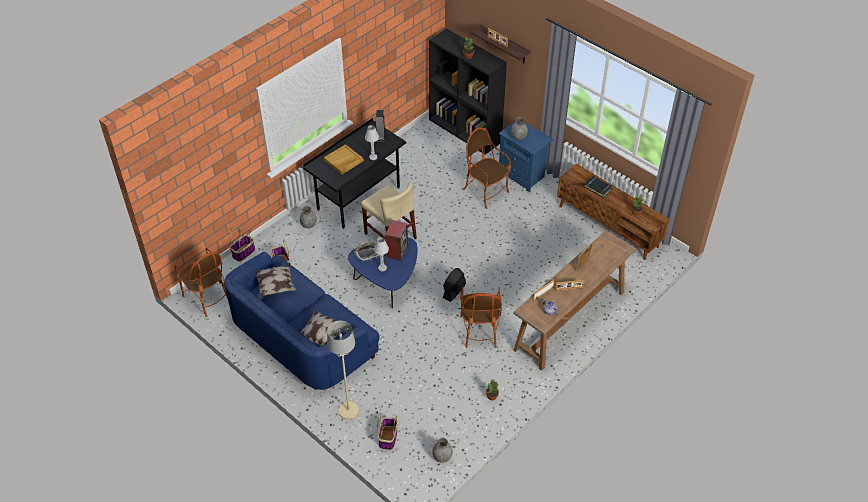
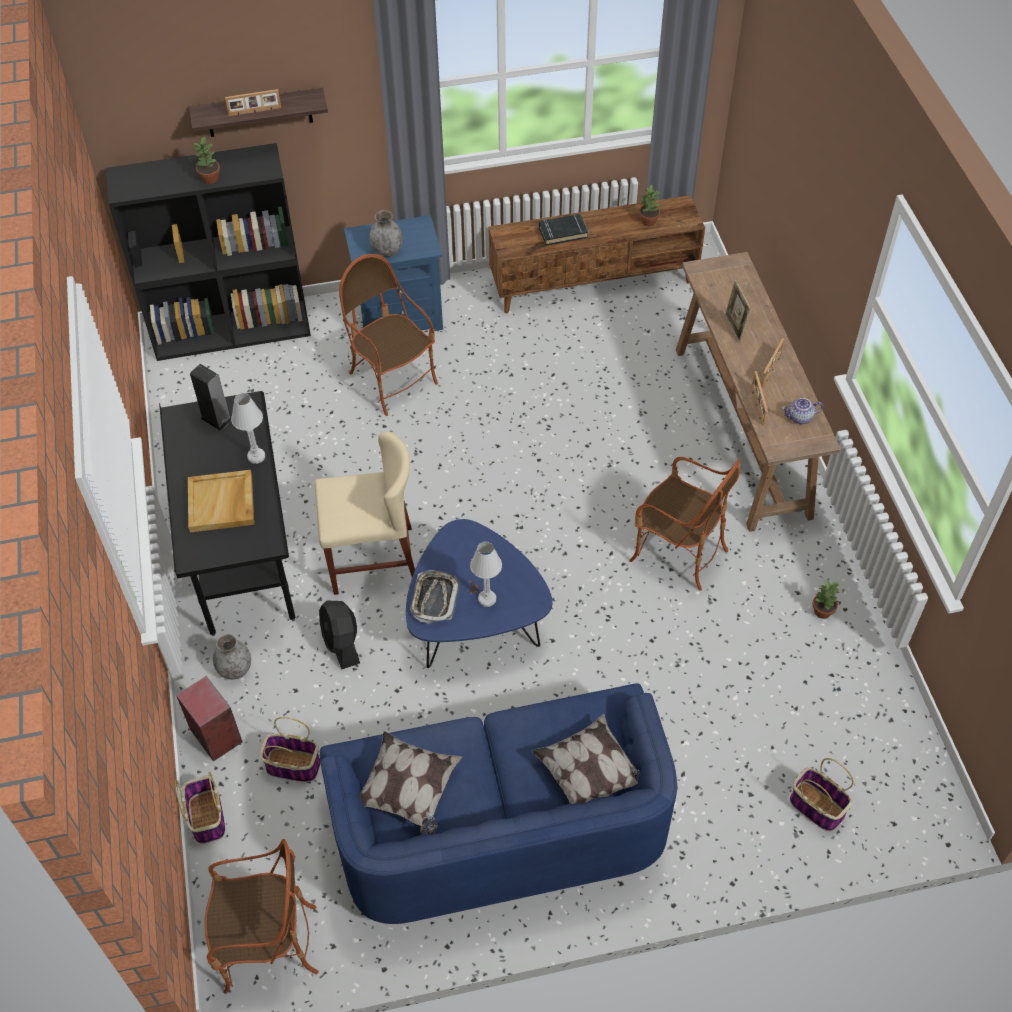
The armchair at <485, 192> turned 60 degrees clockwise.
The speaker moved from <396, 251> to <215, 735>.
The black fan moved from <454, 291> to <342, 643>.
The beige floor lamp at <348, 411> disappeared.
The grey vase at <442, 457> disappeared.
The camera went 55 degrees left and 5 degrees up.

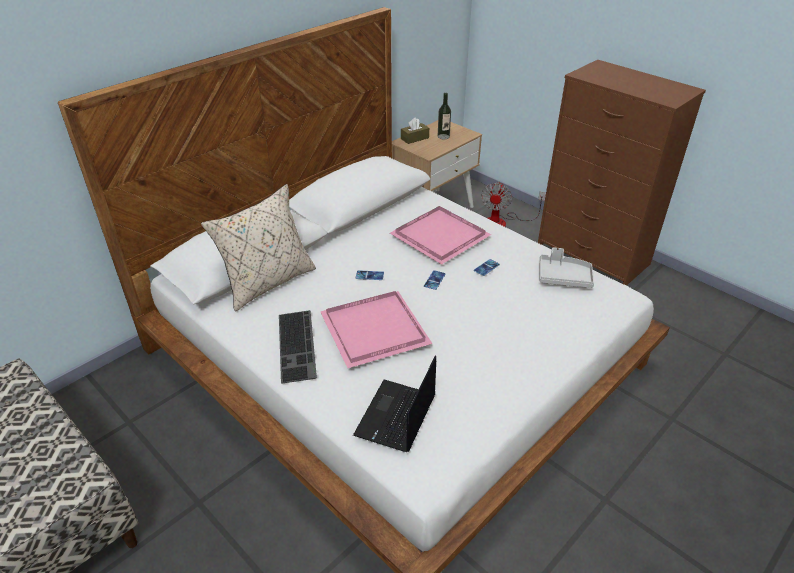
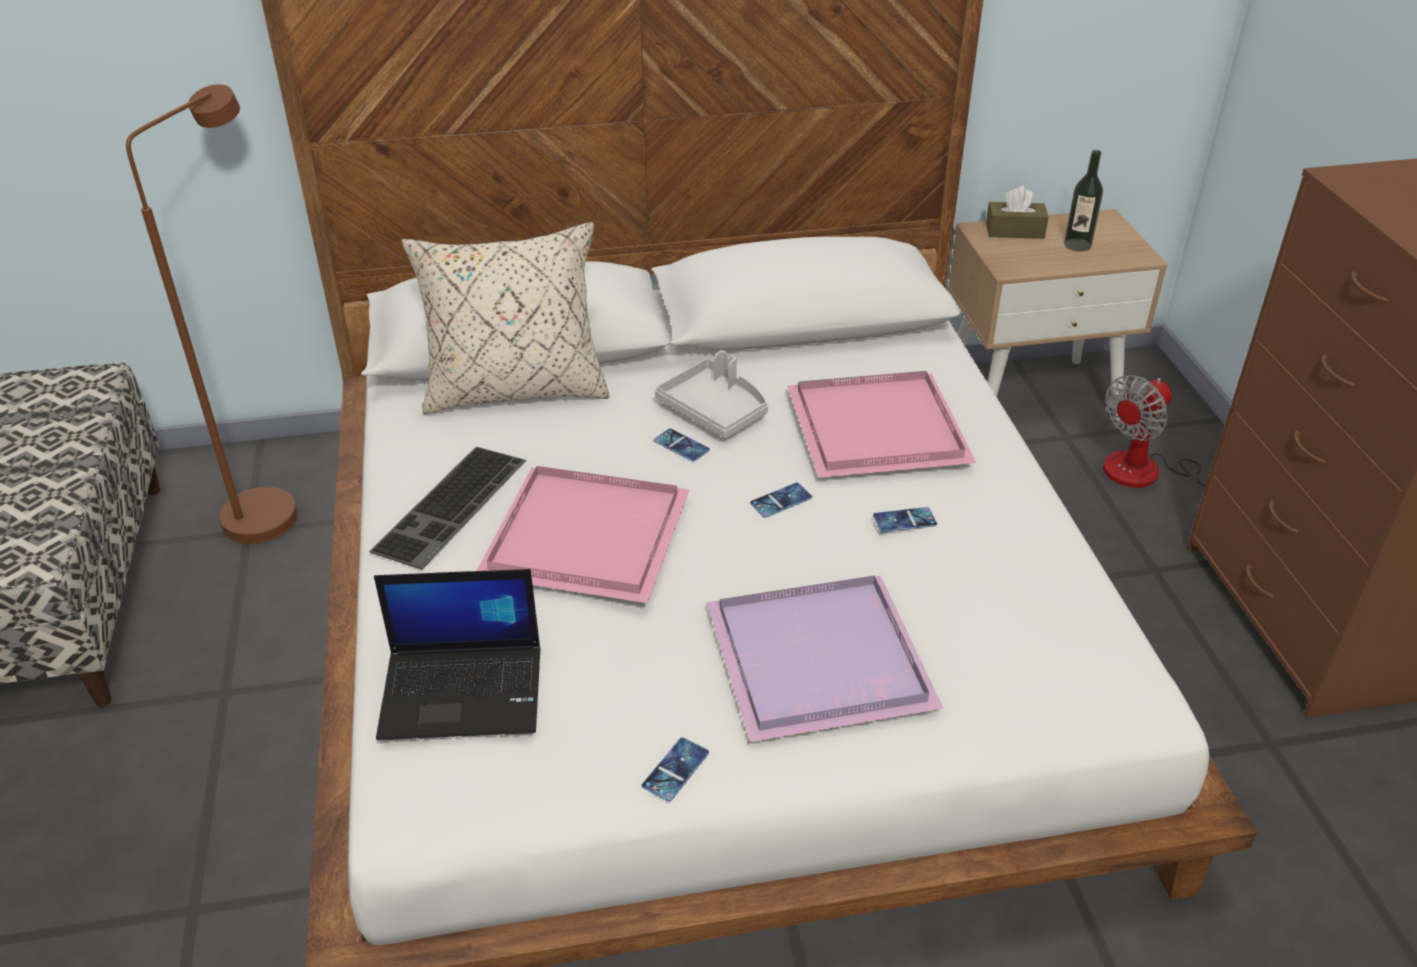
The grey tray moved from <564, 277> to <715, 410>.
The laptop at <396, 417> turned 150 degrees counterclockwise.
The brown floor lamp at <272, 506> appeared.
The purple tray at <816, 663> appeared.
The phone at <675, 769> appeared.
The camera went 35 degrees right and 0 degrees up.

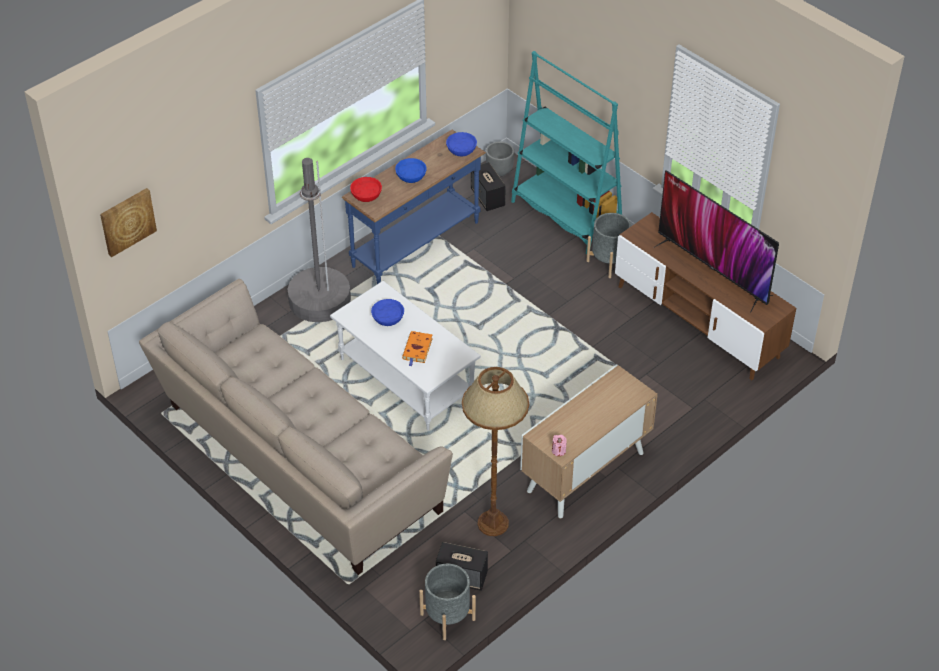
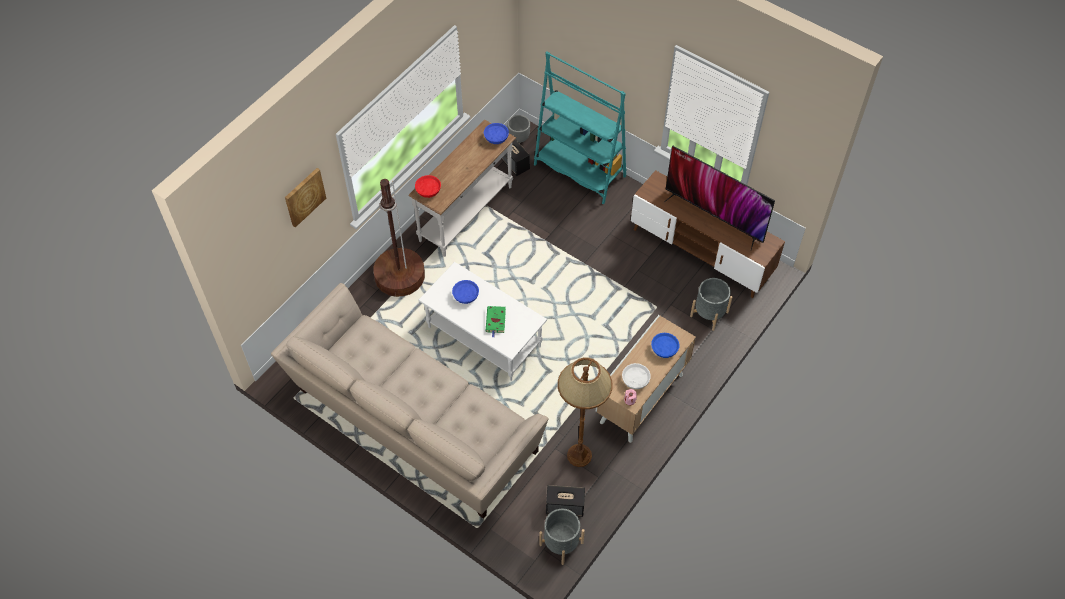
The blue console table at <417, 245> became the white console table at <467, 214>.
The grey floor lamp at <319, 300> became the brown floor lamp at <399, 276>.
The blue bowl moved from <410, 176> to <664, 349>.
The picture moved from <127, 221> to <304, 196>.
The grey planter moved from <609, 262> to <709, 314>.
The orange book at <417, 350> became the green book at <496, 321>.
The white bowl at <635, 379> appeared.
The camera went 10 degrees left and 10 degrees up.

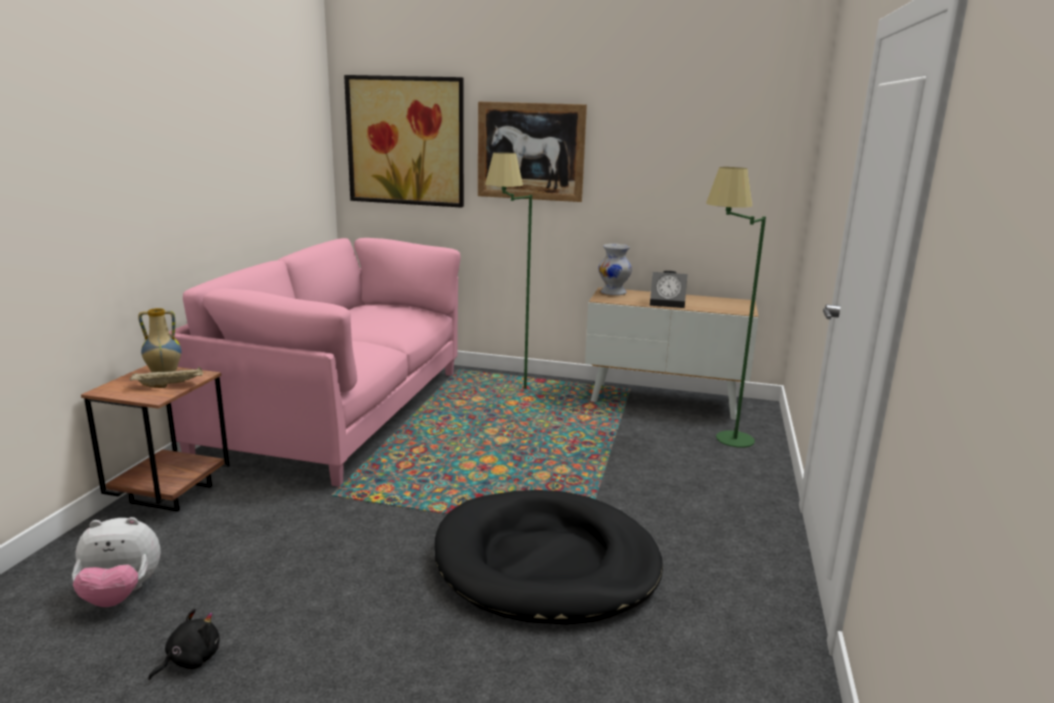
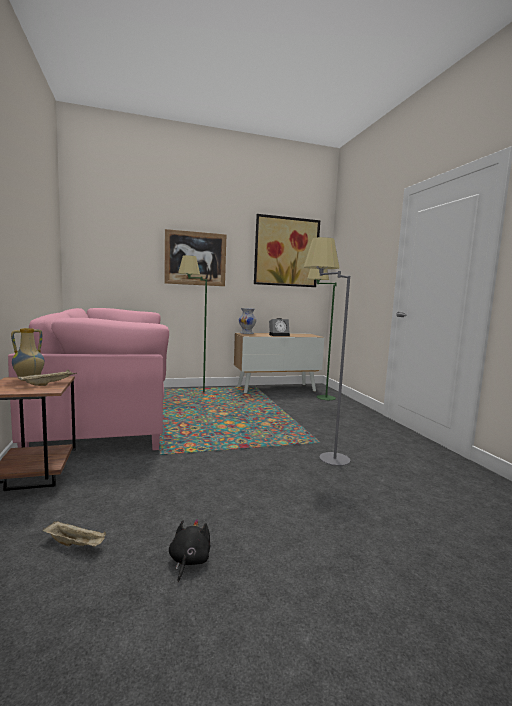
The picture moved from <406, 141> to <286, 252>.
The black dog bed at <546, 563> was replaced by the grey floor lamp at <320, 456>.
The plush toy at <121, 595> was replaced by the beige tray at <76, 544>.
The camera went 30 degrees left and 10 degrees down.

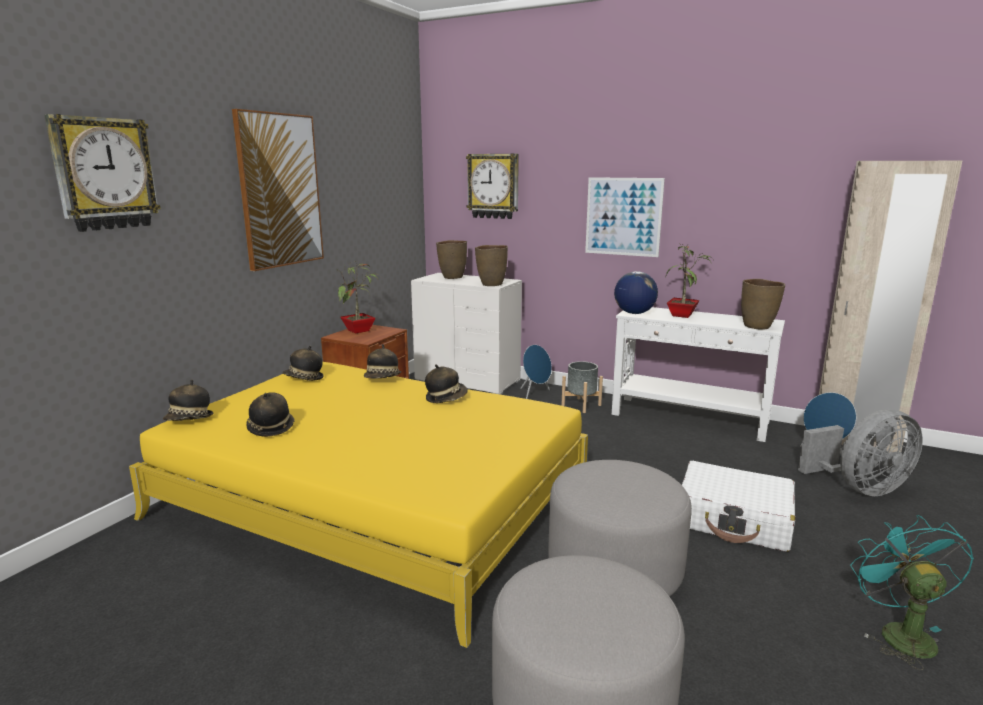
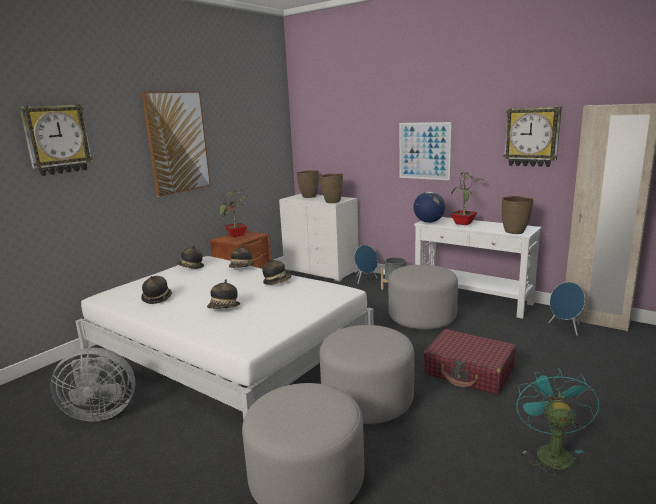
The wall clock moved from <493, 186> to <532, 137>.
The yellow bed at <374, 499> became the white bed at <227, 348>.
The hat moved from <189, 420> to <224, 308>.
The grey fan moved from <860, 488> to <100, 412>.
The white suitcase at <734, 520> became the red suitcase at <469, 372>.
The grey ottoman at <422, 317> appeared.
The camera went 10 degrees right and 0 degrees up.

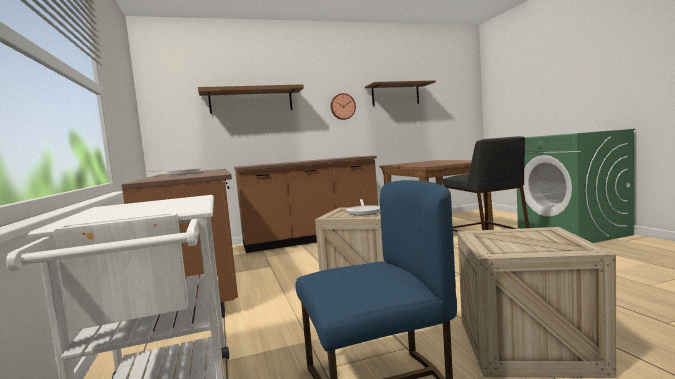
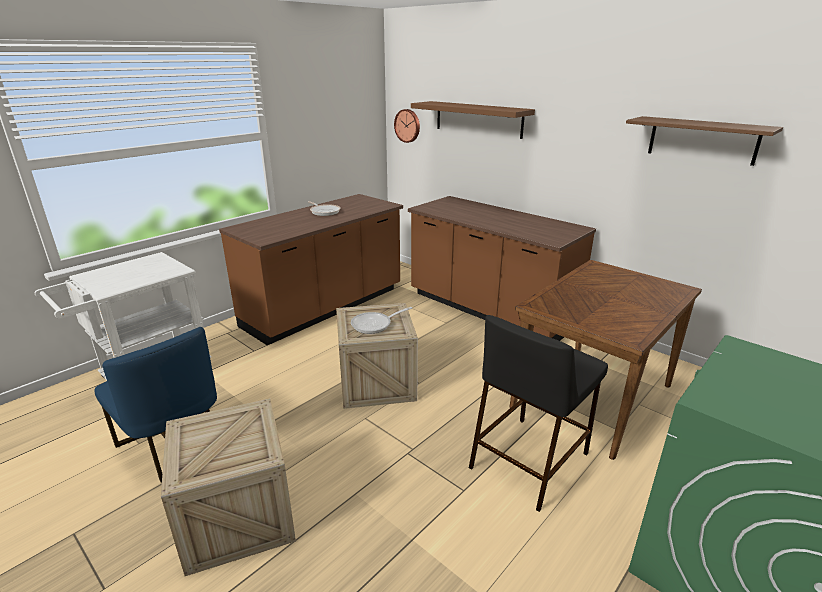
The wall clock moved from <342, 106> to <408, 125>.
The camera went 60 degrees right and 20 degrees up.

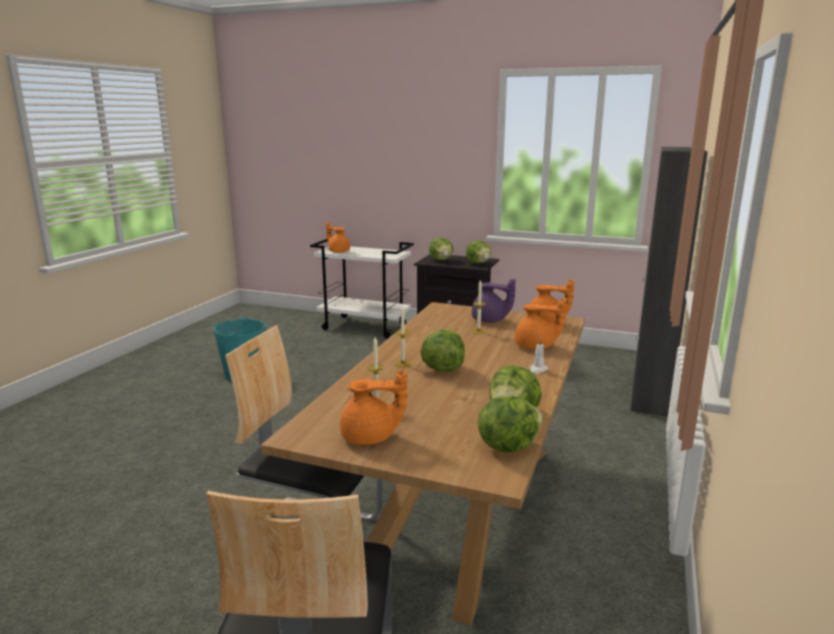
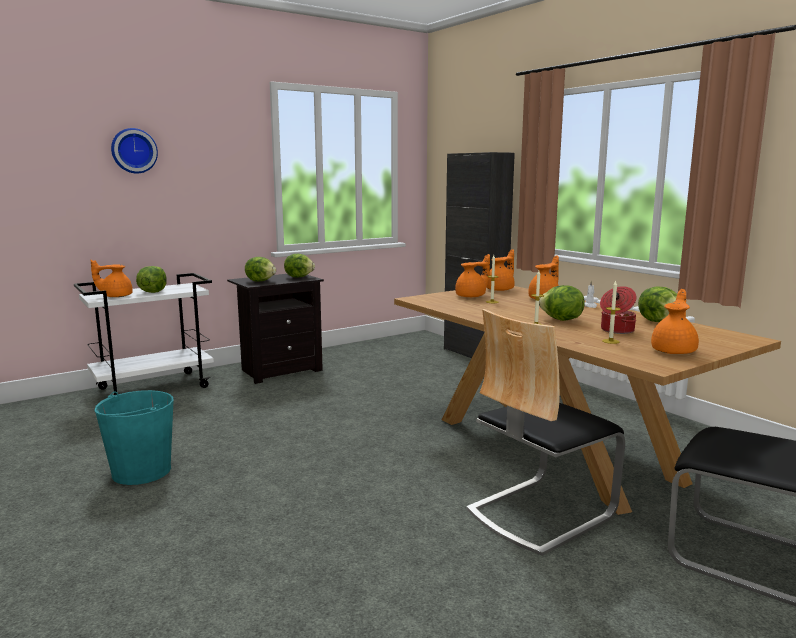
The purple teapot at <490, 320> became the orange teapot at <472, 296>.
The lettuce moved from <507, 445> to <152, 292>.
The wall clock at <133, 151> appeared.
The cooking pot at <616, 330> appeared.
The camera went 55 degrees left and 5 degrees down.

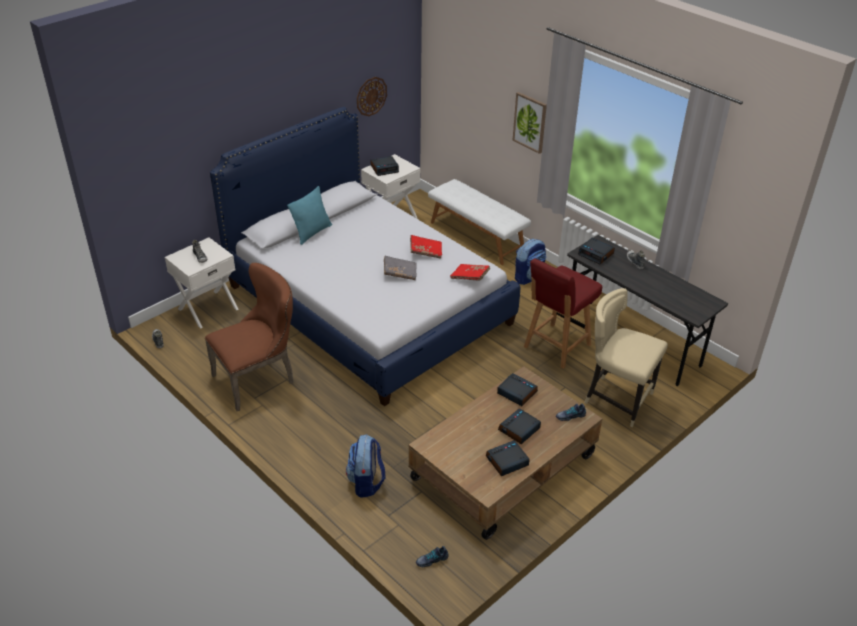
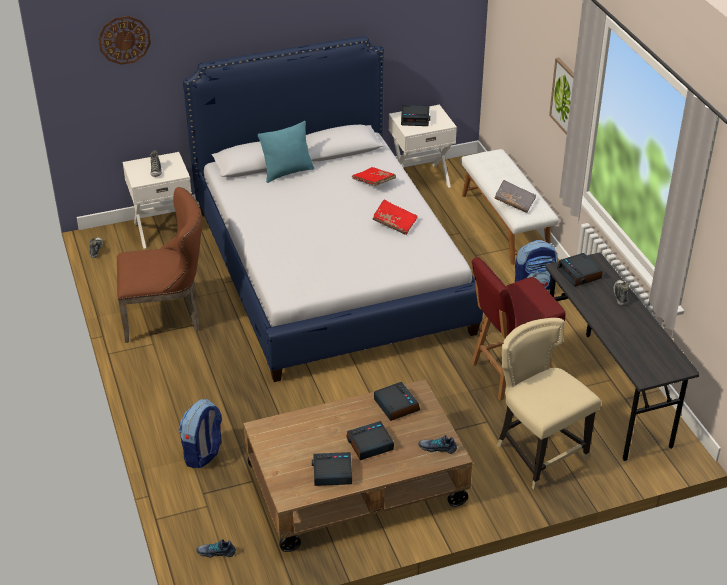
The wall clock moved from <371, 96> to <124, 40>.
The grey book moved from <400, 273> to <514, 202>.
The red book moved from <470, 277> to <373, 182>.
The camera went 25 degrees right and 0 degrees up.

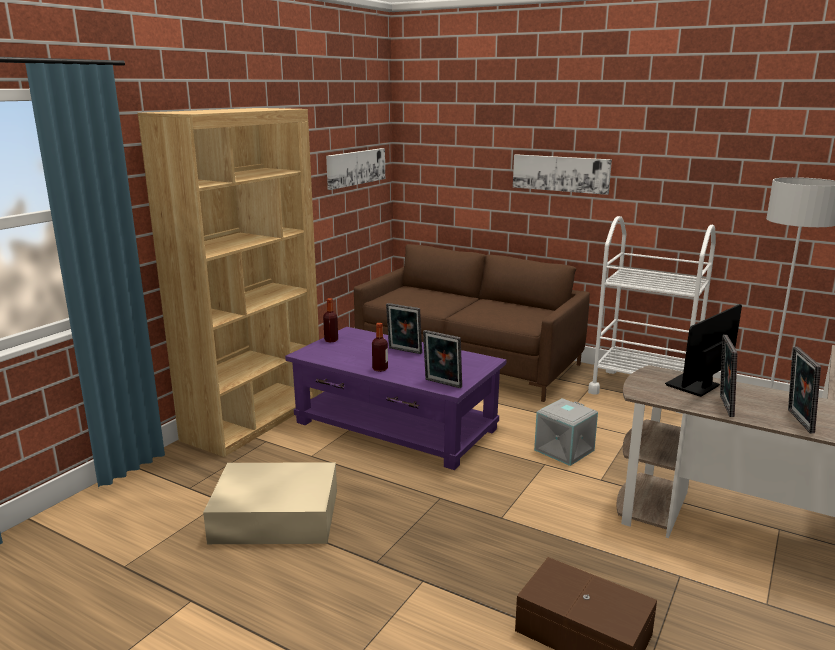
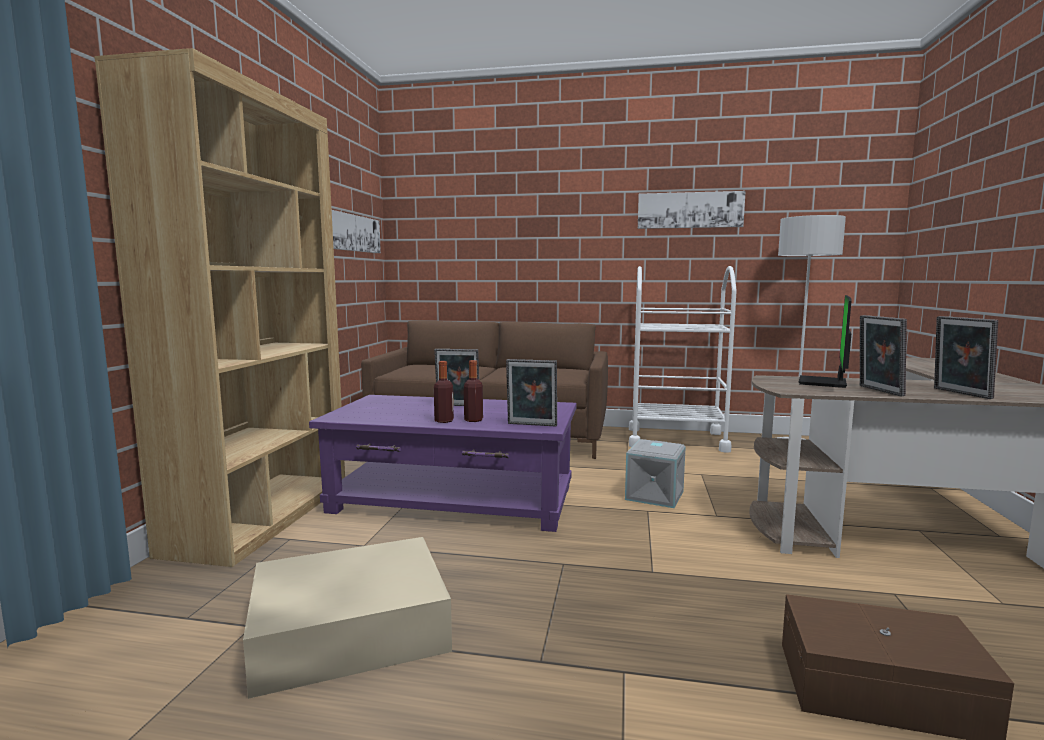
The picture moved from <561, 173> to <690, 210>.
The bottle moved from <331, 340> to <473, 420>.
The camera went 20 degrees left and 10 degrees down.

